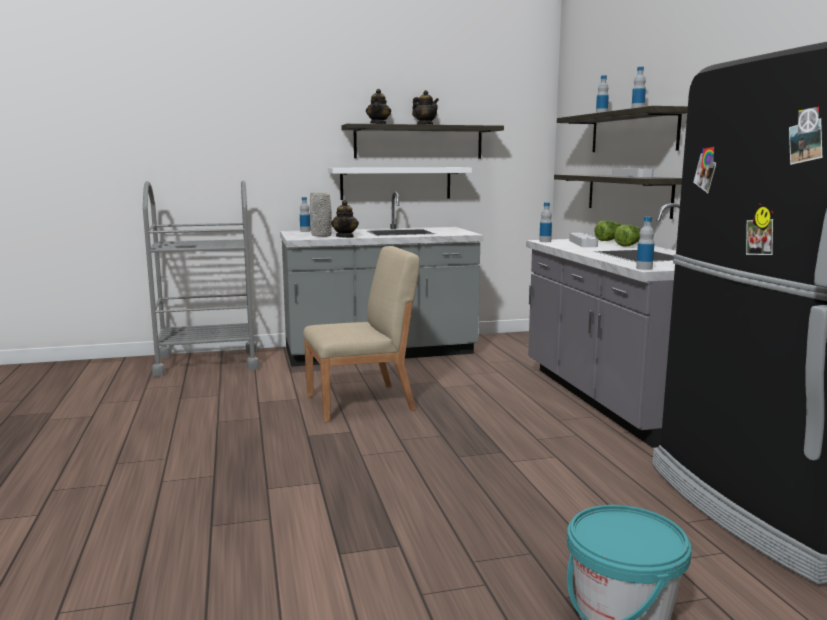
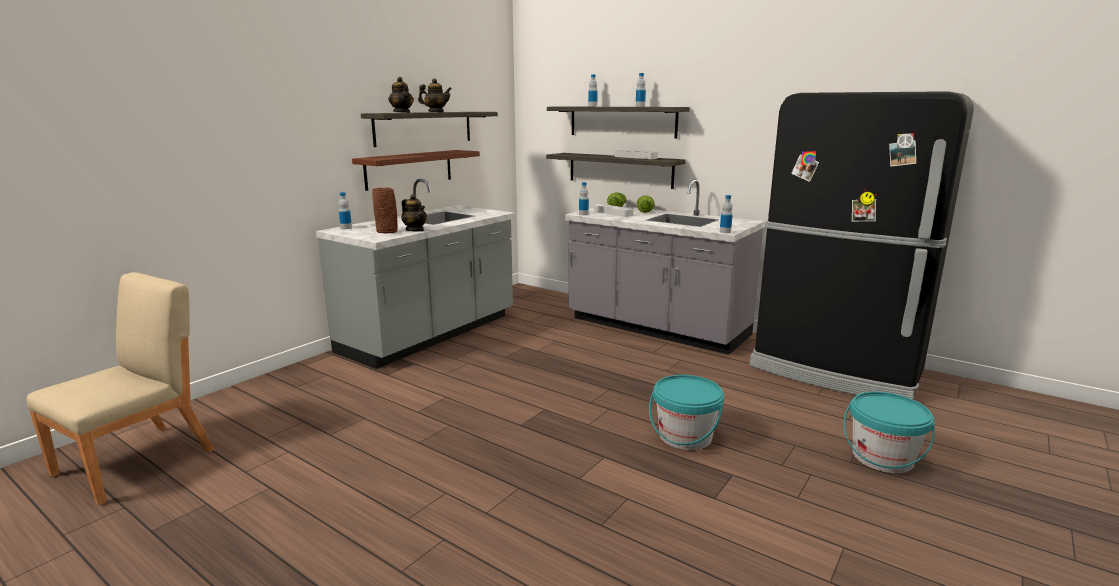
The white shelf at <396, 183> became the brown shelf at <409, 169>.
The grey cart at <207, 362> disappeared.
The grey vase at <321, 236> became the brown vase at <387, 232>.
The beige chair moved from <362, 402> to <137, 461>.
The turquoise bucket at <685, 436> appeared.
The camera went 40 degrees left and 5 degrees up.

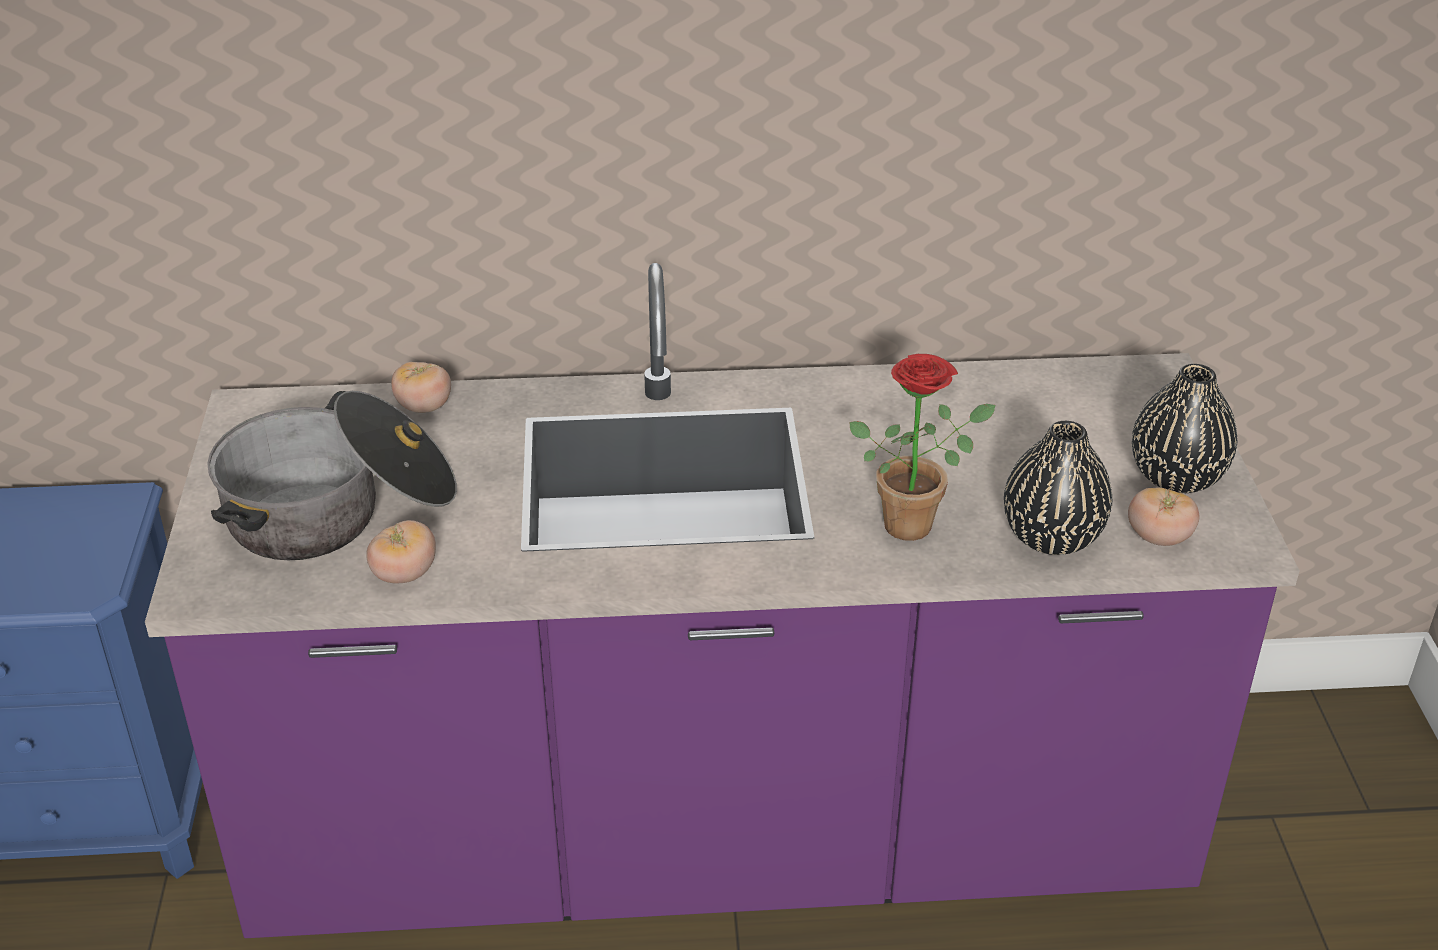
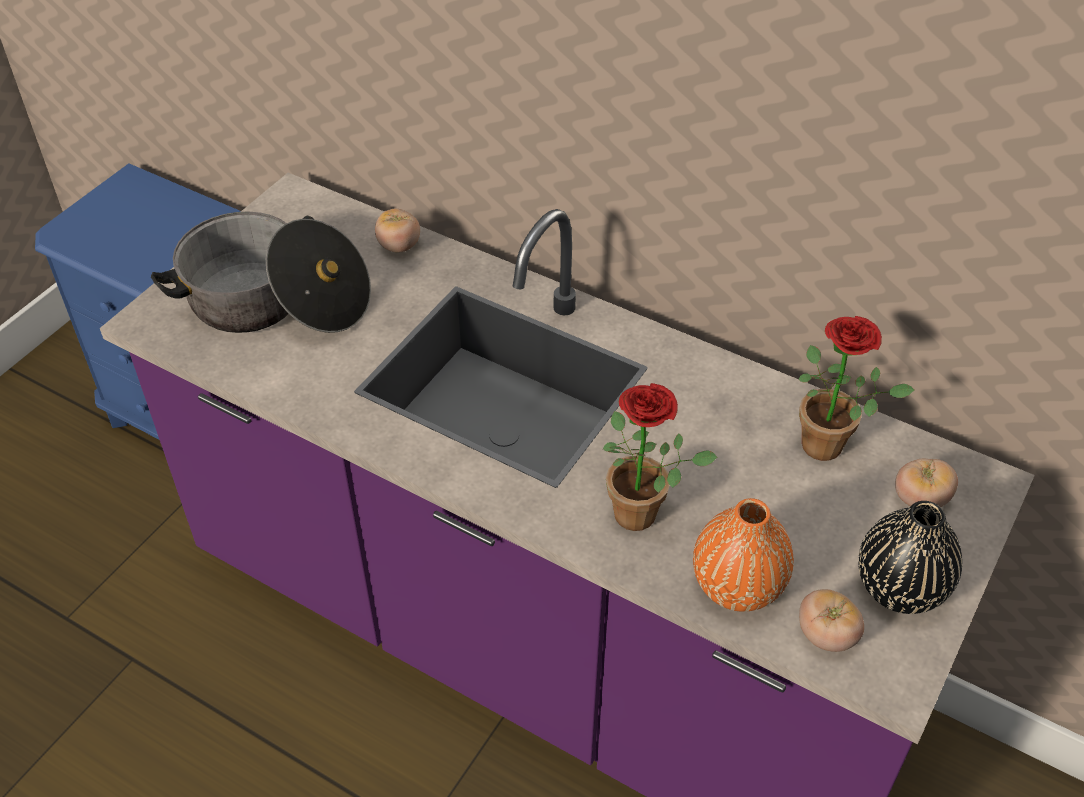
The black vase at <1051, 537> became the orange vase at <737, 585>.
The tomato moved from <404, 574> to <920, 499>.
The potted plant at <831, 446> appeared.
The camera went 35 degrees right and 10 degrees up.

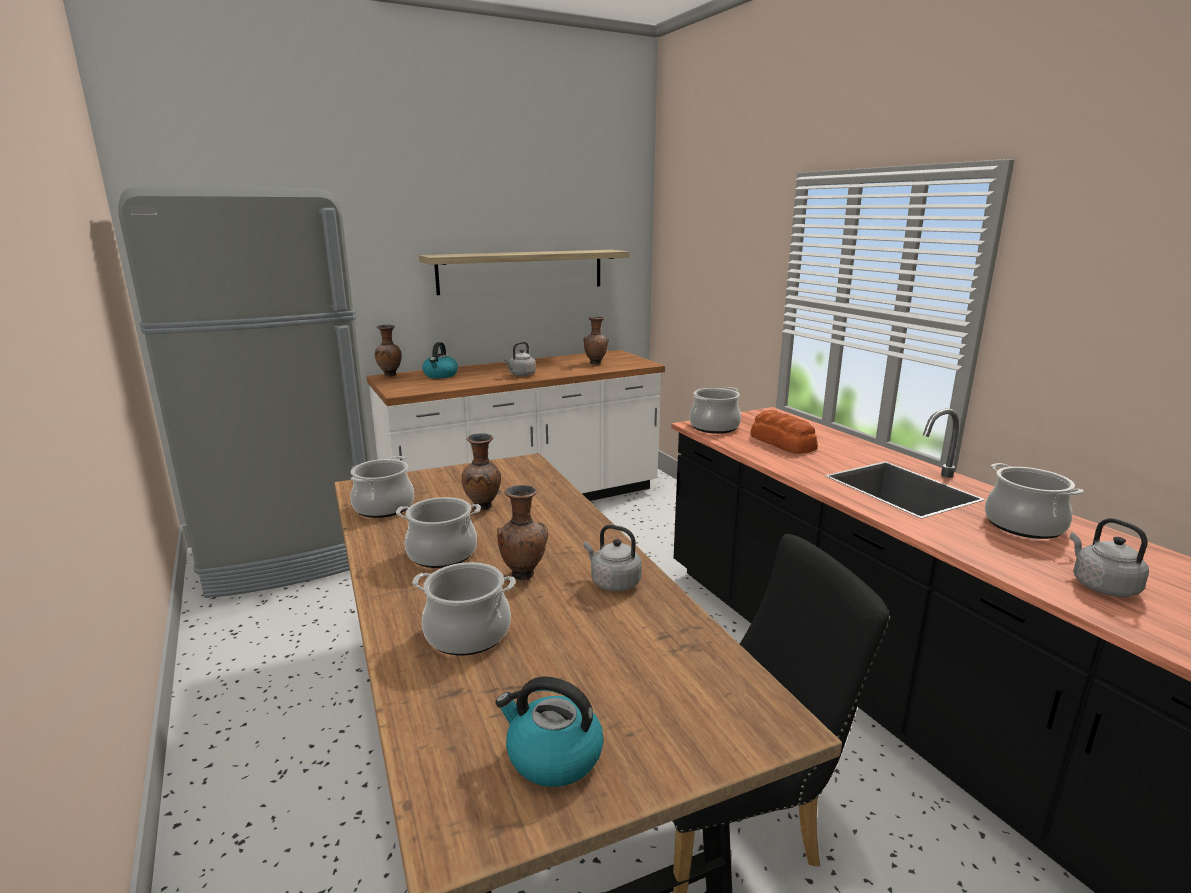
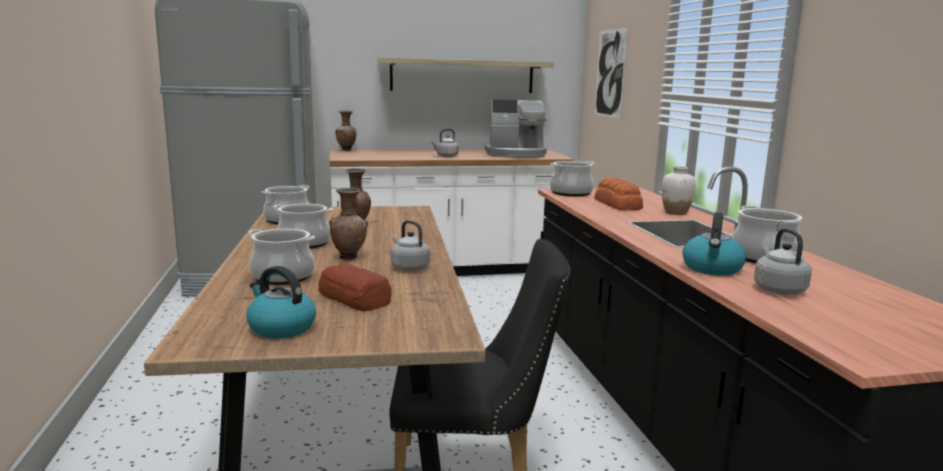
The brown vase at <596, 363> was replaced by the coffee machine at <516, 154>.
The kettle moved from <440, 375> to <712, 269>.
The picture at <610, 73> appeared.
The white vase at <676, 213> appeared.
The bread at <354, 298> appeared.
The camera went 15 degrees right and 5 degrees down.

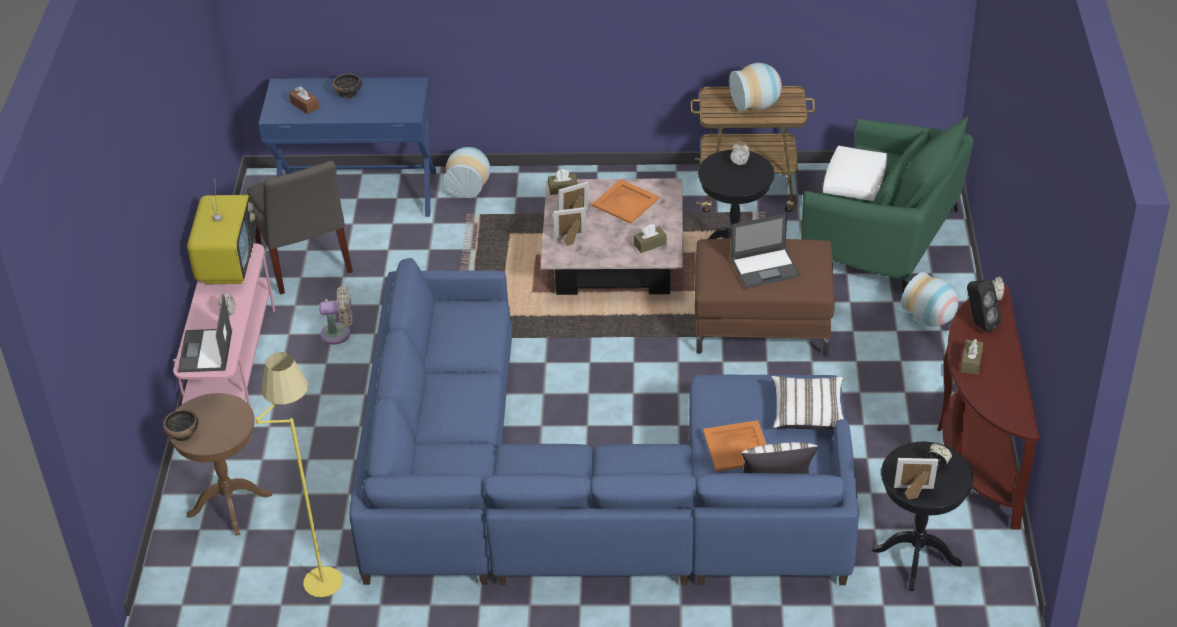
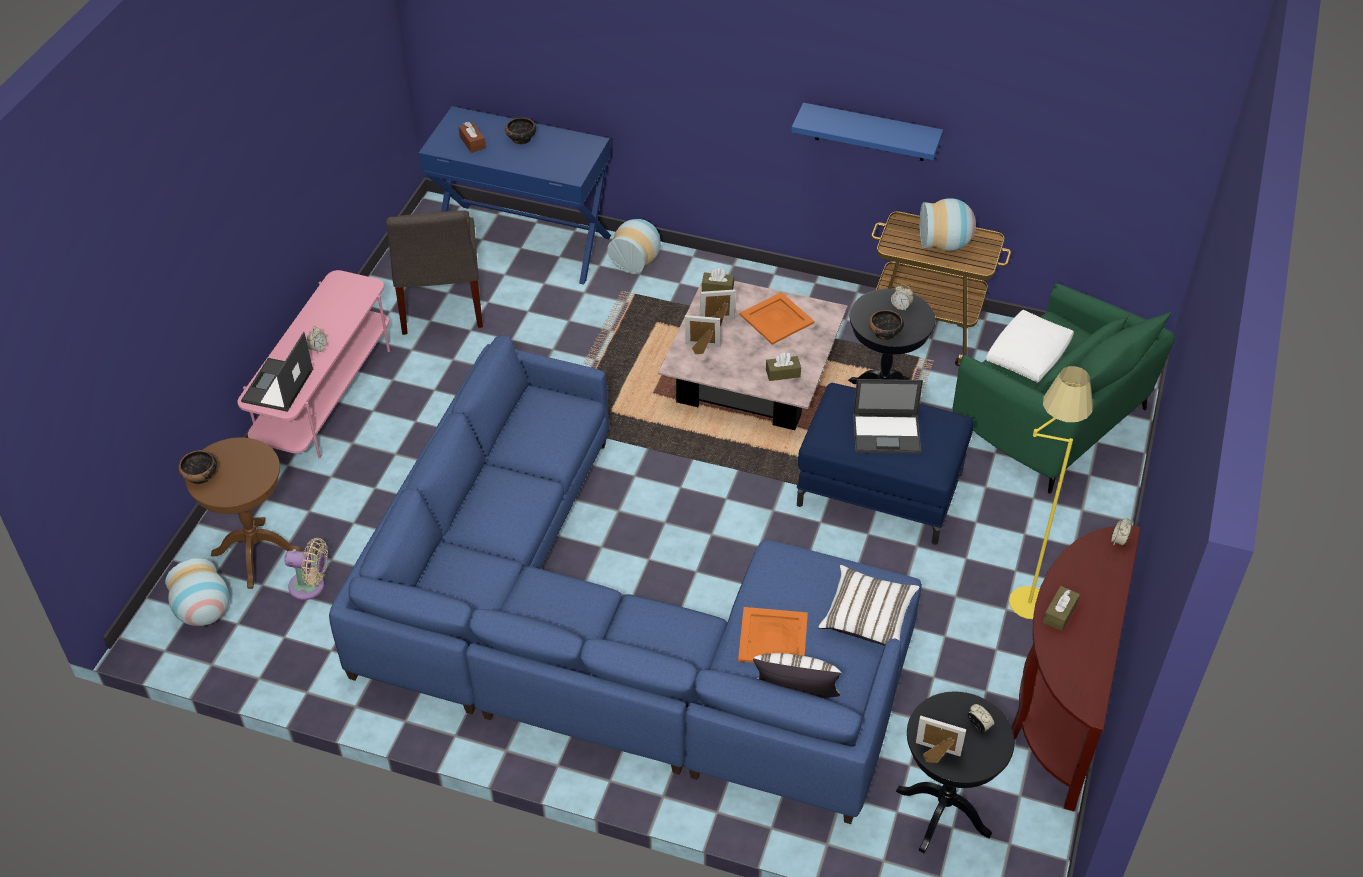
The television at <227, 264> disappeared.
The brown ottoman at <762, 323> became the blue ottoman at <880, 489>.
The vase moved from <930, 319> to <204, 613>.
The black speaker at <979, 324> disappeared.
The beige fan moved from <339, 333> to <310, 586>.
The yellow floor lamp moved from <318, 568> to <1025, 587>.
The blue shelf at <870, 132> appeared.
The bowl at <884, 333> appeared.
The camera went 15 degrees right and 5 degrees up.

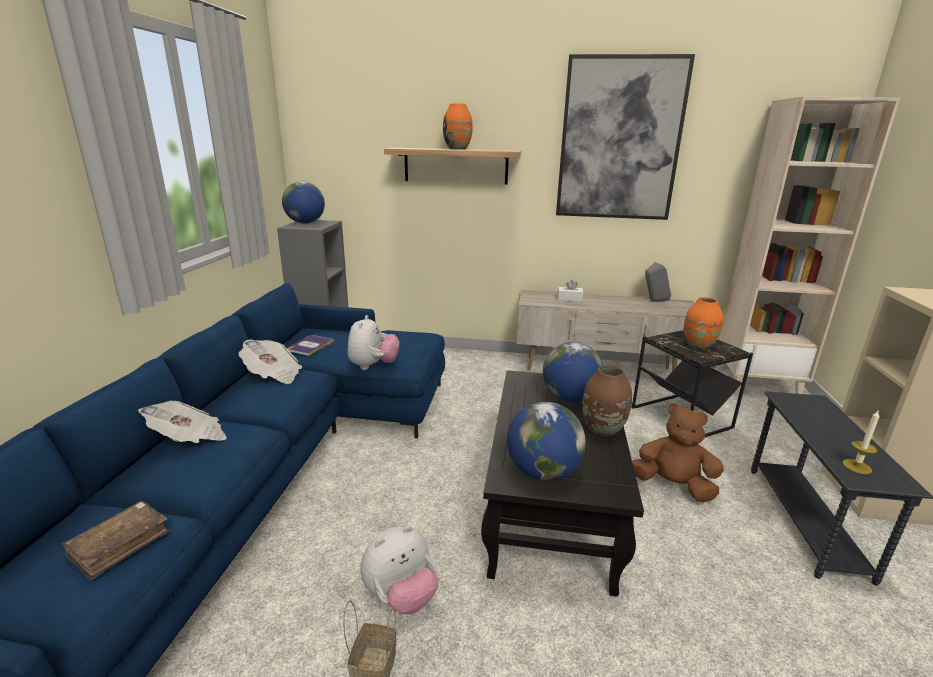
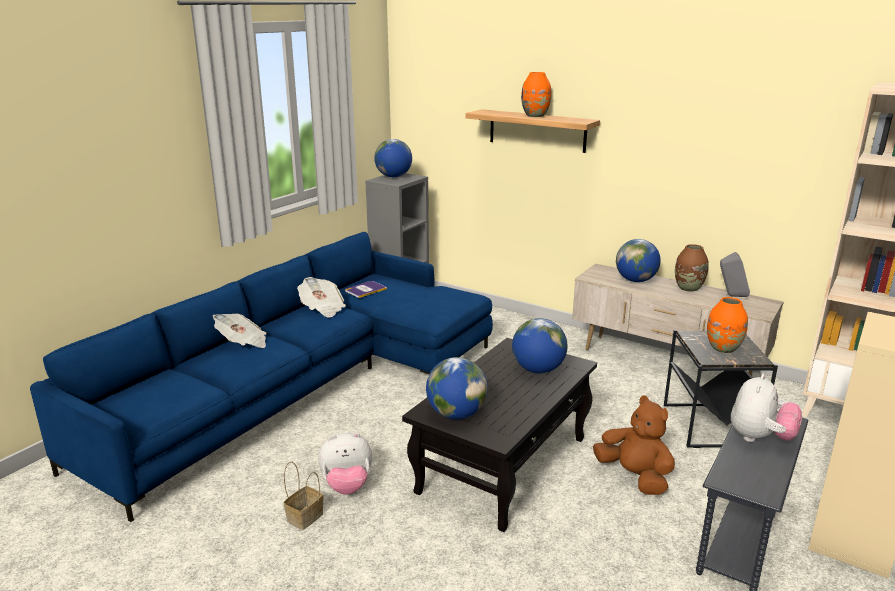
The picture at <619, 140> disappeared.
The white tissue box at <569, 299> was replaced by the globe at <635, 280>.
The plush toy moved from <373, 366> to <760, 438>.
The brown vase moved from <602, 429> to <688, 288>.
The candle at <857, 466> disappeared.
The brown book at <120, 545> disappeared.
The camera went 25 degrees right and 0 degrees up.

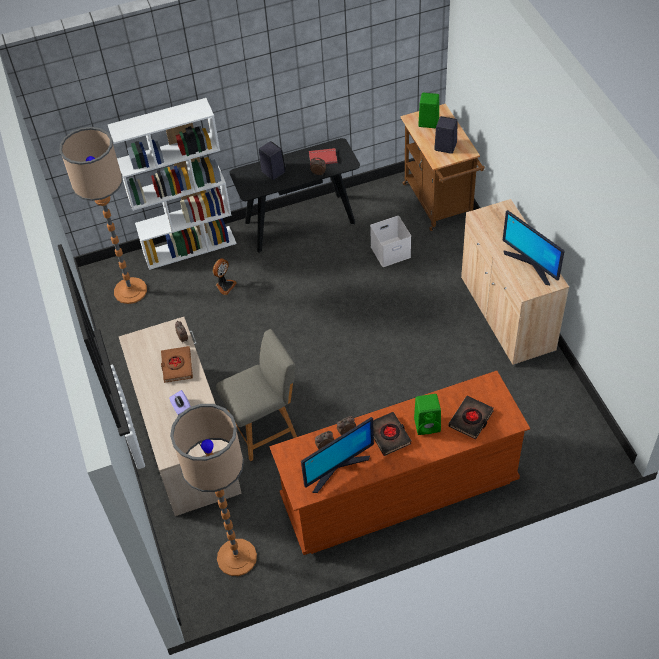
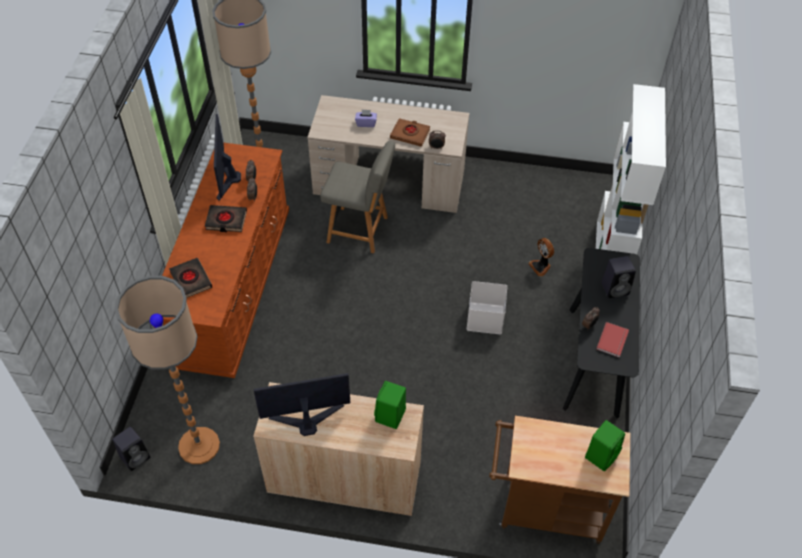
The black speaker moved from <444, 146> to <136, 457>.
The floor lamp moved from <130, 291> to <199, 446>.
The white storage box moved from <390, 252> to <484, 317>.
The grey chair at <264, 428> turned 75 degrees counterclockwise.
The green speaker moved from <428, 424> to <390, 416>.
The camera went 115 degrees right and 0 degrees up.

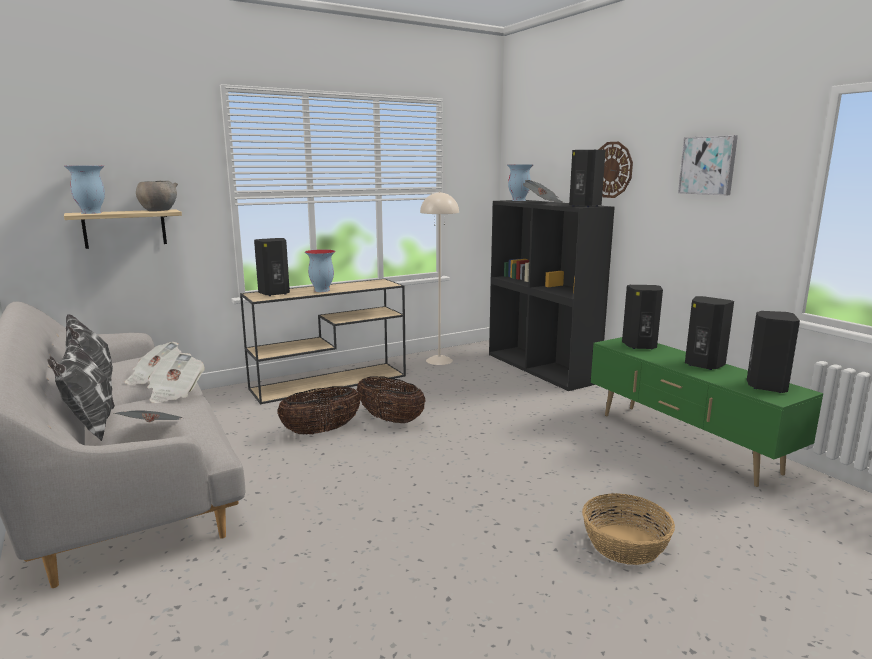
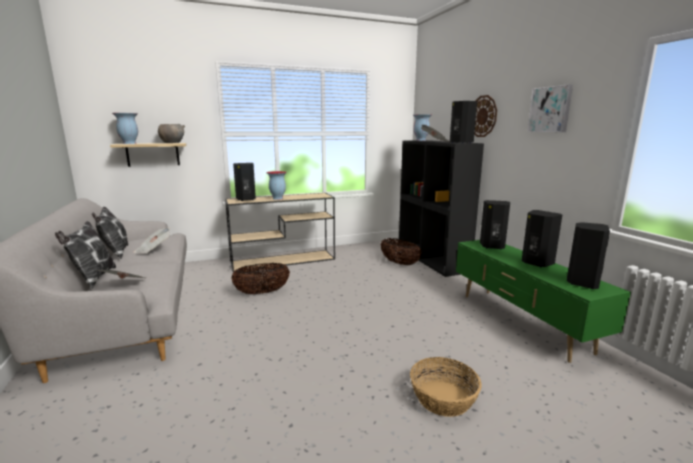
The beige floor lamp at <439, 360> disappeared.
The newspaper at <175, 392> disappeared.
The basket moved from <390, 420> to <399, 263>.
The camera went 10 degrees right and 0 degrees up.

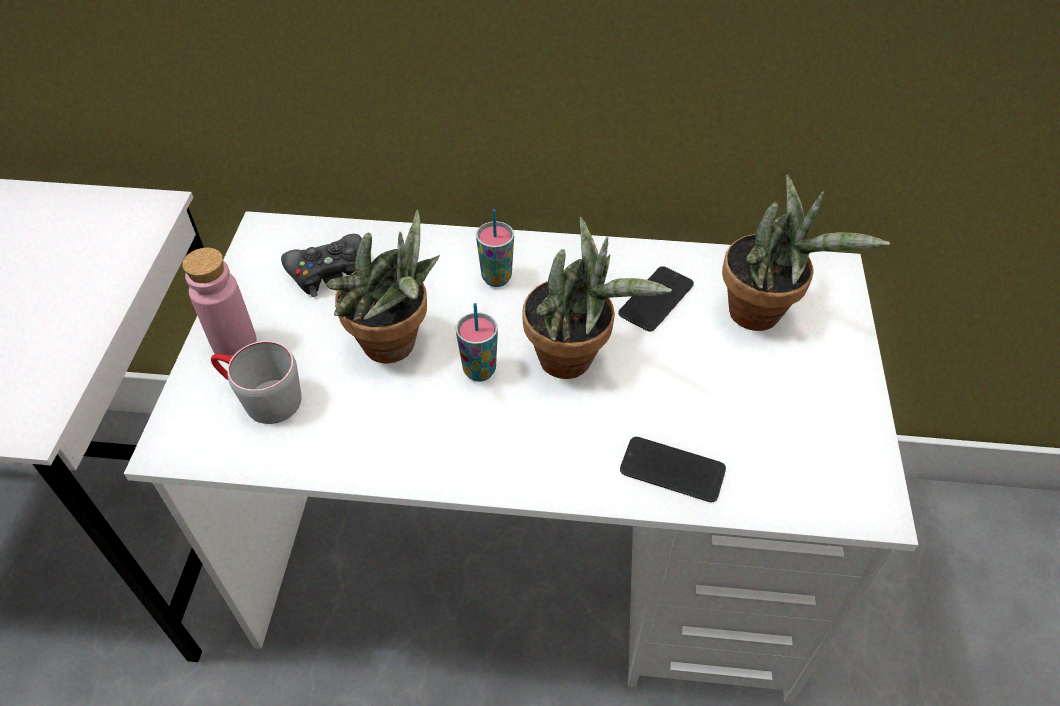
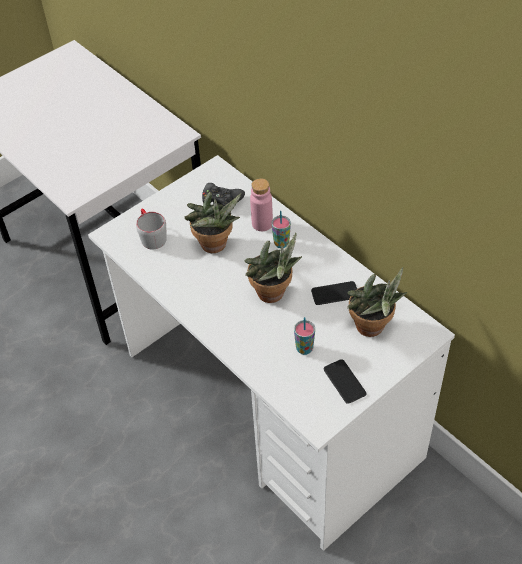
The pink bottle moved from <234, 343> to <262, 224>.
The cup moved from <479, 371> to <304, 349>.
The phone moved from <672, 470> to <344, 381>.
The camera went 45 degrees right and 0 degrees up.

